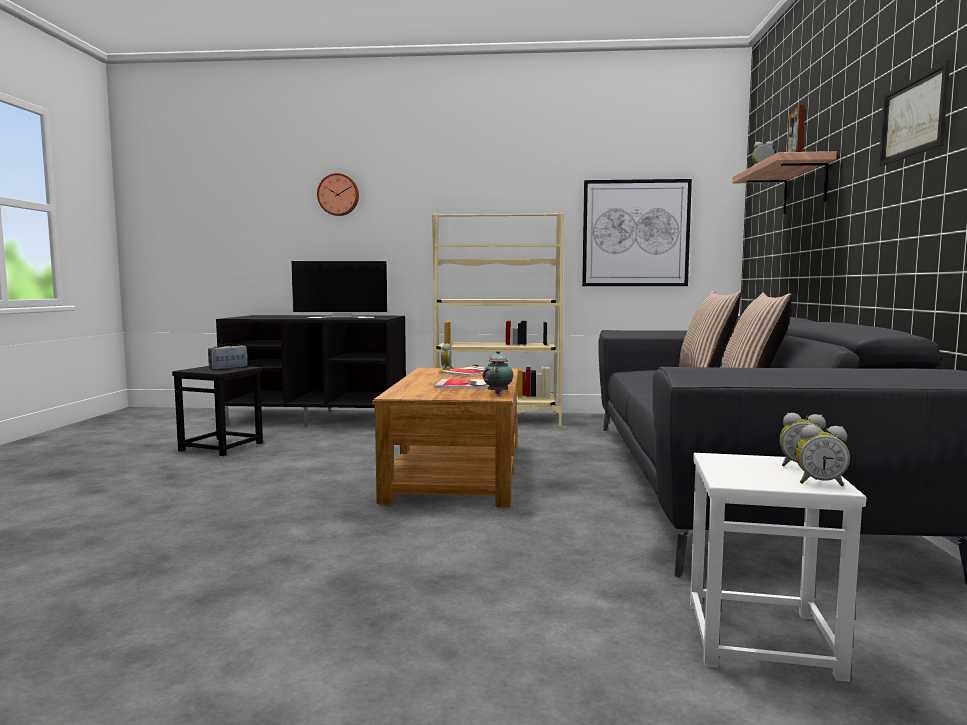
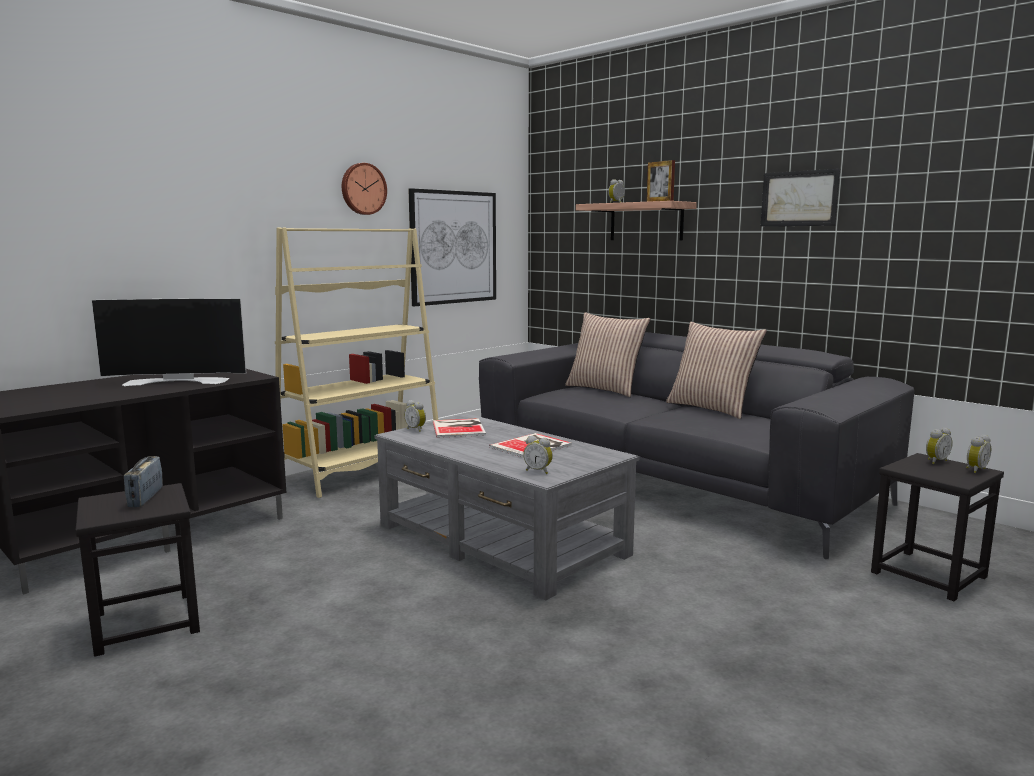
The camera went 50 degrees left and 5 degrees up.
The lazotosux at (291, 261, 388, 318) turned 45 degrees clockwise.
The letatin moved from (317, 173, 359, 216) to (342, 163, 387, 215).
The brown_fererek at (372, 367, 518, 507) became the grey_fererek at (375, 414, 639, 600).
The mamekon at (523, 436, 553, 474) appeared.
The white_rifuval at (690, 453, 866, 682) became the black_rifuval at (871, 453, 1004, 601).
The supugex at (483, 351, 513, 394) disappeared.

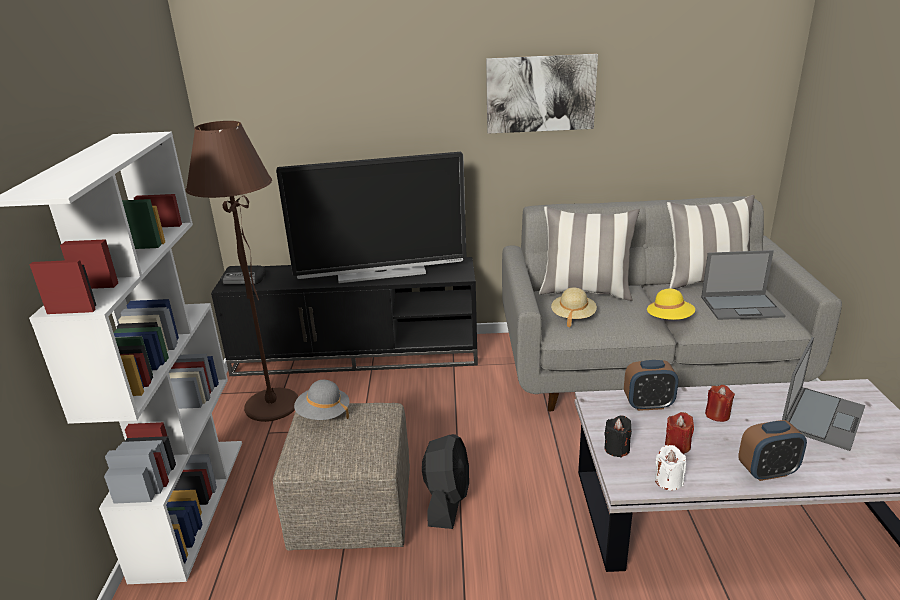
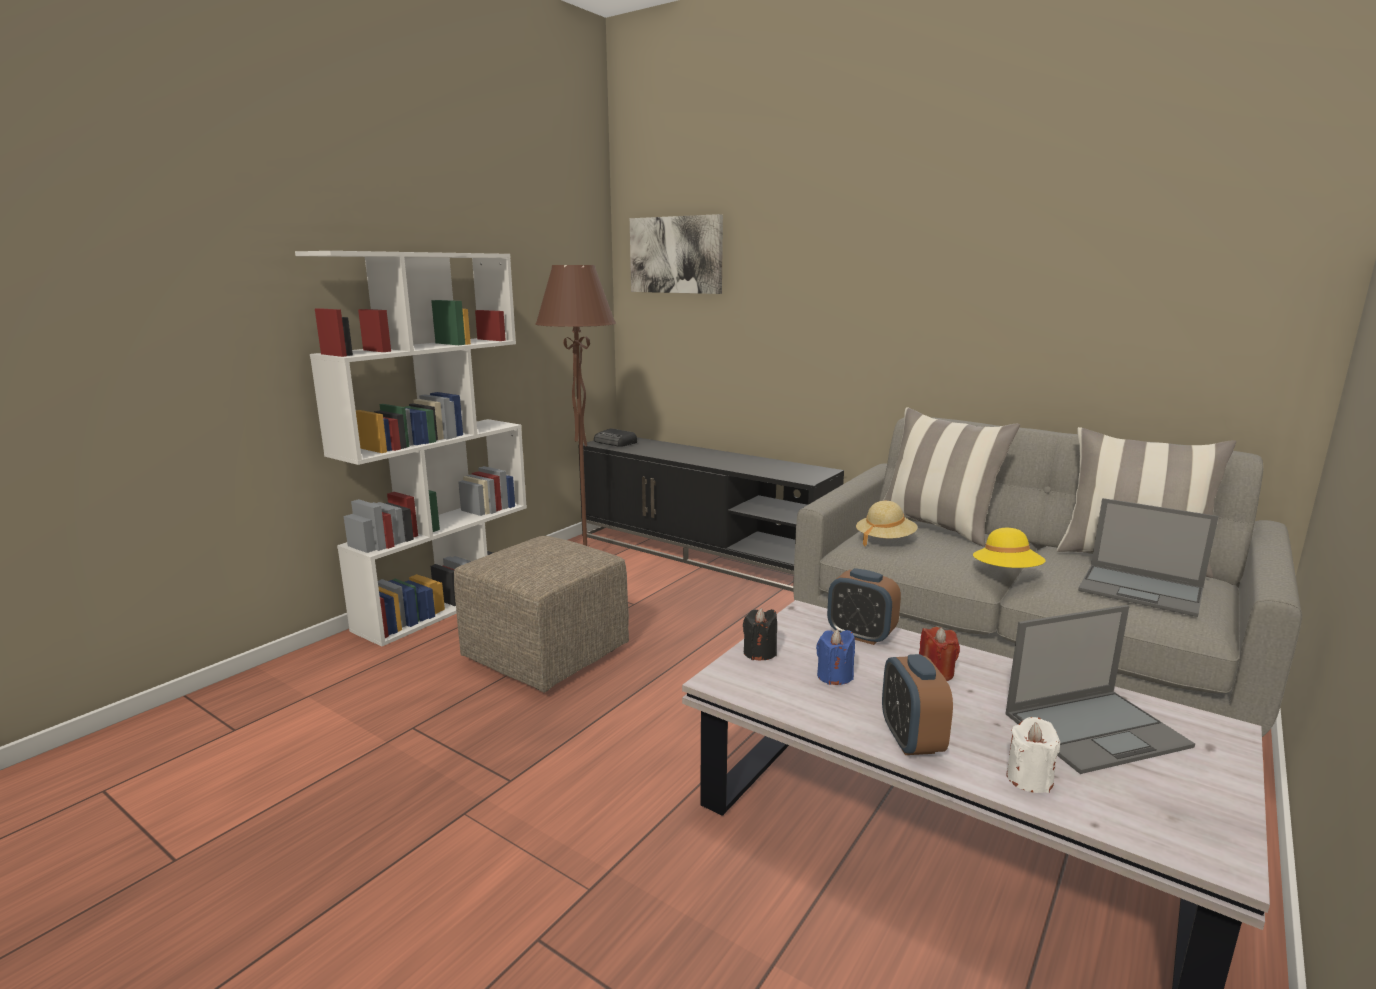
The camera went 35 degrees right and 10 degrees down.
The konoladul moved from (486, 54, 598, 134) to (630, 214, 723, 294).
The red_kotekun at (665, 412, 694, 454) became the blue_kotekun at (816, 629, 855, 685).
The mamekon at (738, 420, 807, 481) turned 60 degrees clockwise.
The white_kotekun moved from (655, 445, 686, 490) to (1006, 717, 1060, 793).
The lazotosux at (276, 152, 467, 283) disappeared.
The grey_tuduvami at (294, 380, 349, 420) disappeared.
The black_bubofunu at (422, 434, 469, 529) disappeared.

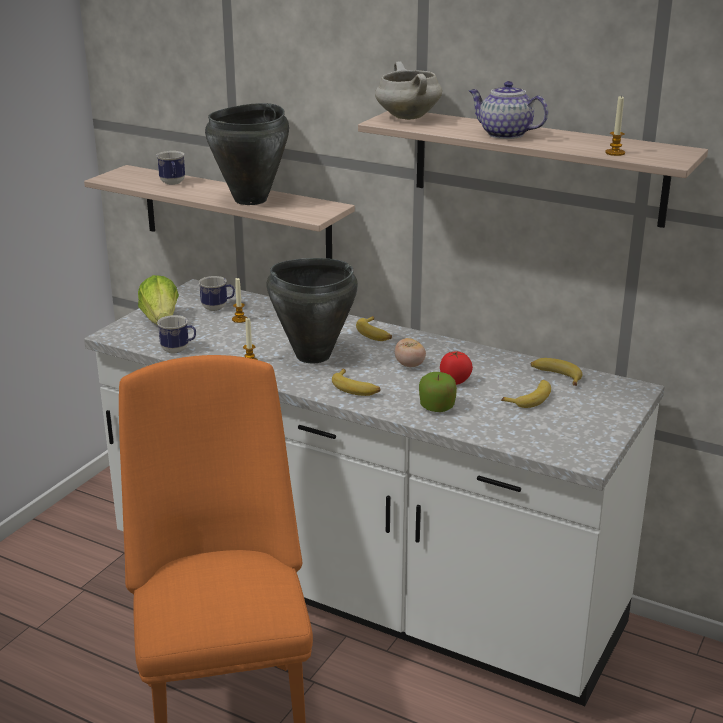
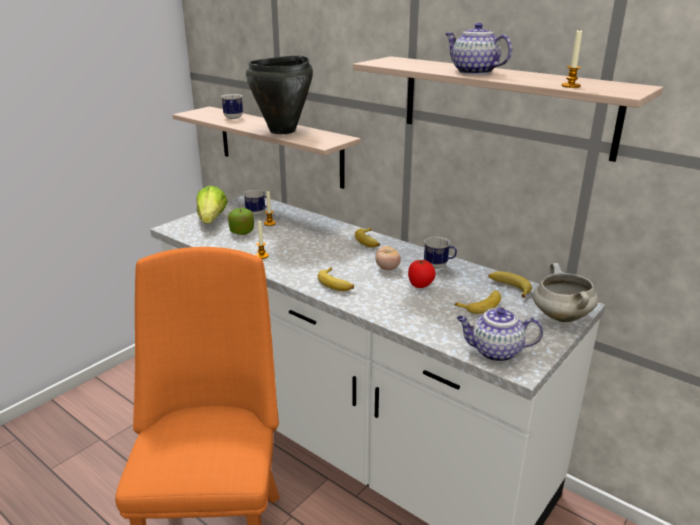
The camera went 10 degrees right and 0 degrees up.
The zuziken moved from (419, 372, 457, 412) to (228, 208, 254, 235).
The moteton moved from (157, 315, 196, 353) to (424, 237, 457, 269).
The supugex at (457, 307, 543, 362) appeared.
The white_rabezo moved from (375, 61, 442, 120) to (533, 263, 598, 322).
The black_rabezo at (267, 258, 358, 363) disappeared.

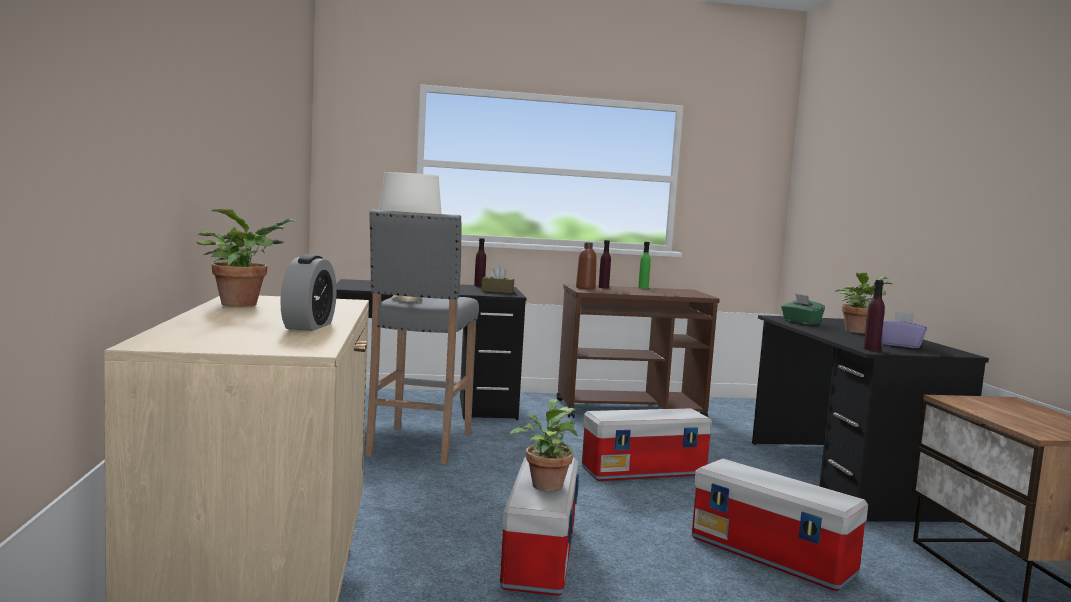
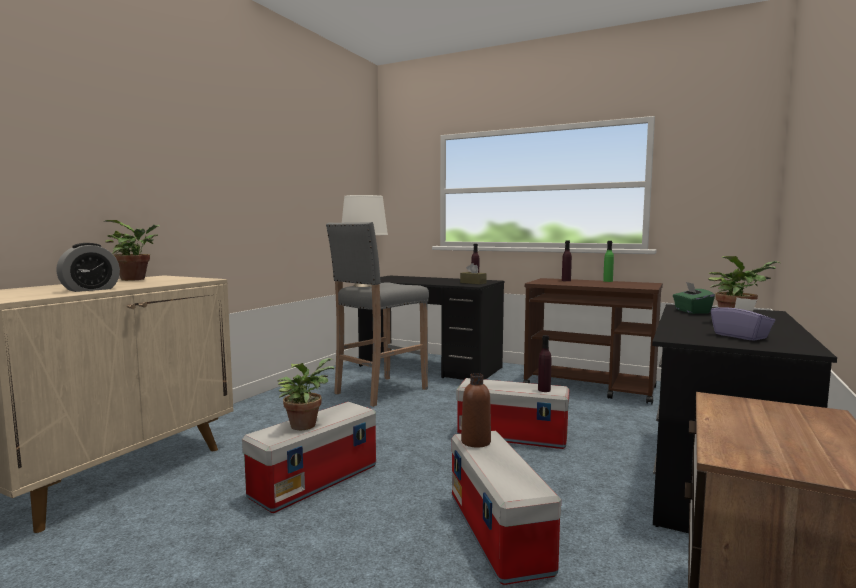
The camera went 35 degrees right and 0 degrees up.
The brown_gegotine moved from (576, 242, 597, 289) to (461, 373, 491, 448).
The purple_gegotine moved from (863, 280, 885, 351) to (538, 335, 551, 392).

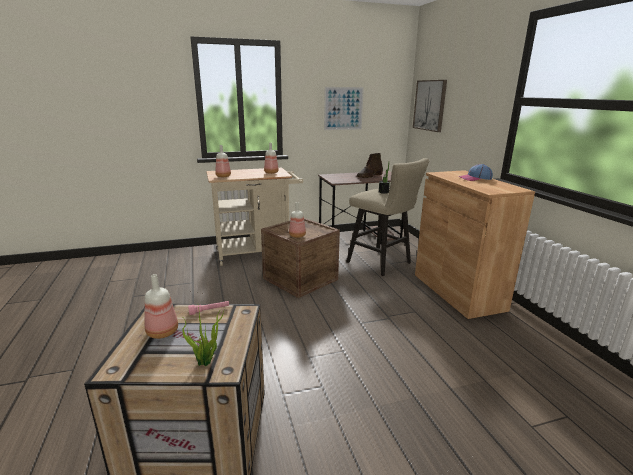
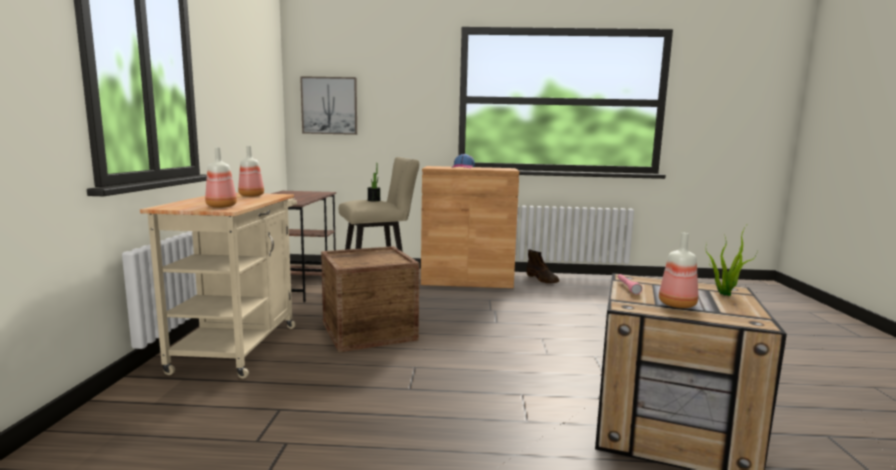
The camera went 70 degrees left and 10 degrees down.
The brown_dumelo moved from (357, 153, 383, 178) to (526, 249, 559, 283).
The gegotine at (289, 203, 306, 238) disappeared.
The konoladul at (324, 87, 364, 130) disappeared.

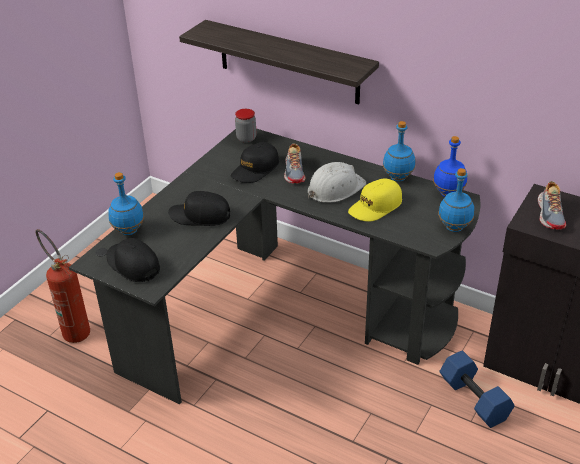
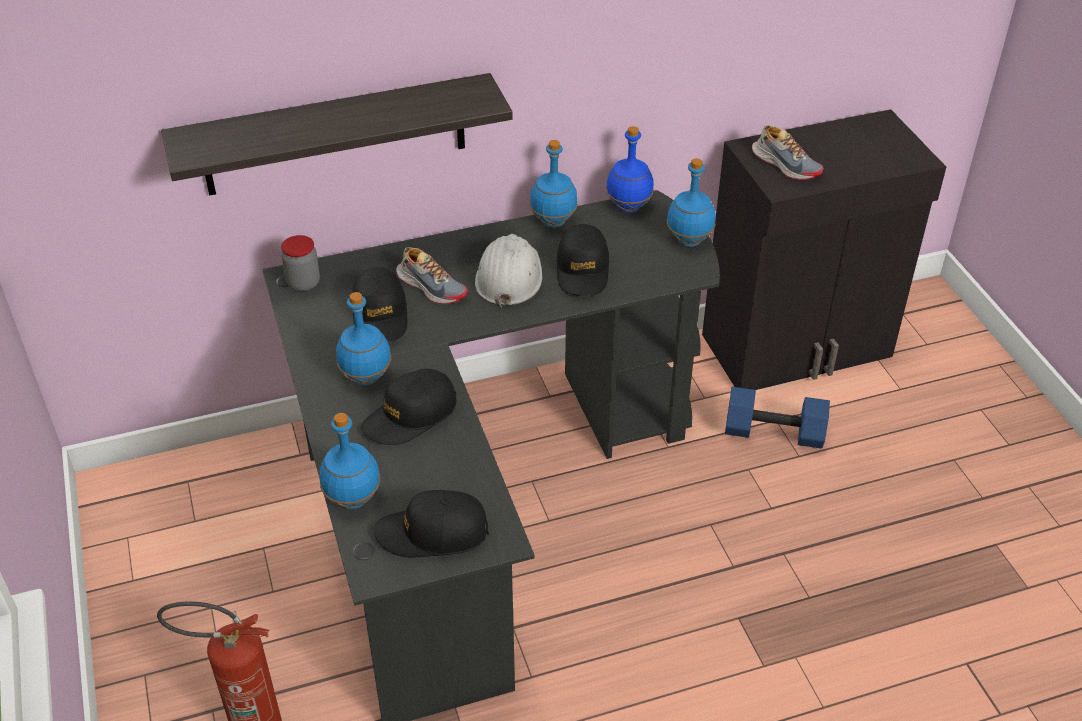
The camera went 50 degrees left and 5 degrees up.
The blue_gegotine at (336, 292, 391, 385) appeared.
The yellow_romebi at (348, 179, 402, 221) became the black_romebi at (556, 224, 609, 296).

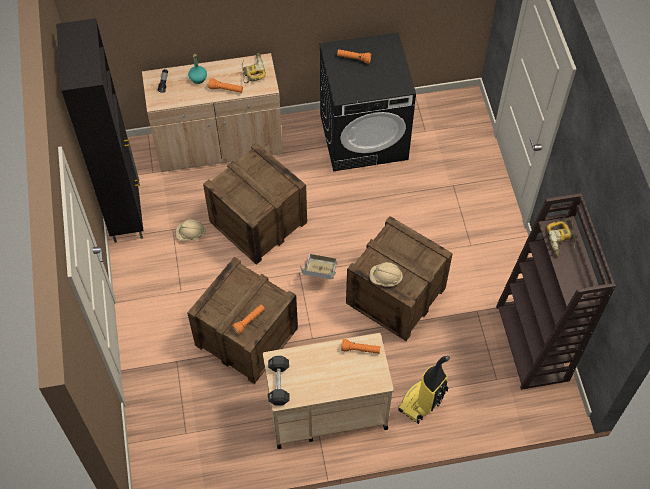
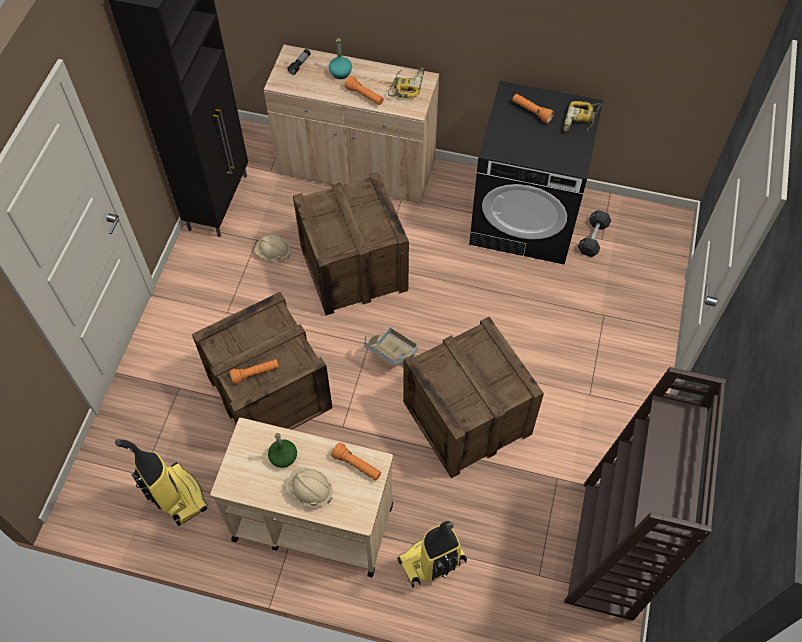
The camera went 25 degrees right and 0 degrees up.
The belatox at (115, 439, 208, 526) appeared.
The green_gegotine at (268, 433, 297, 468) appeared.
The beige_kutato moved from (370, 262, 403, 287) to (285, 467, 333, 507).
The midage moved from (547, 218, 576, 256) to (563, 101, 601, 132).
The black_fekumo moved from (268, 356, 290, 406) to (578, 210, 611, 257).

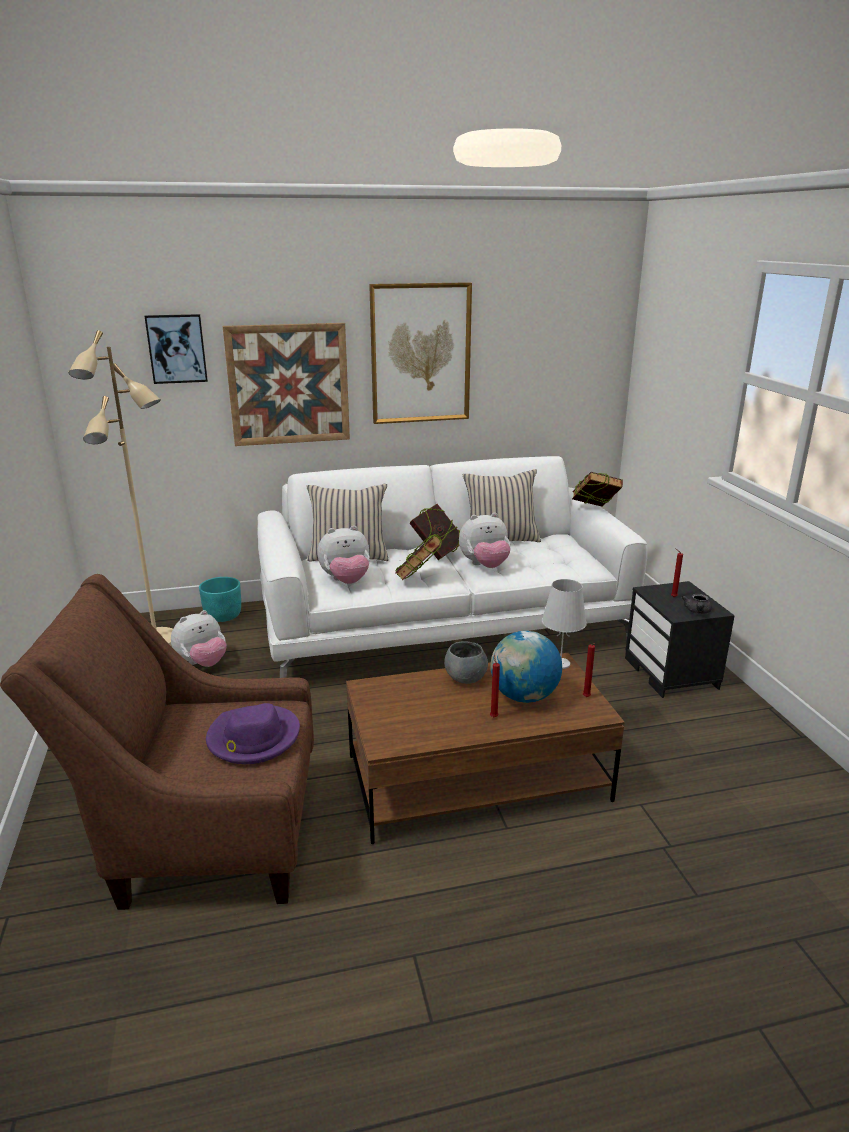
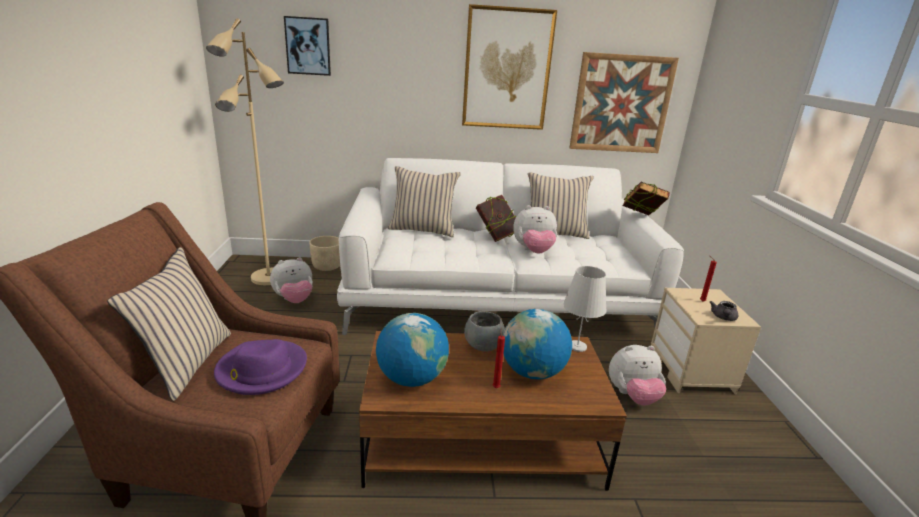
The camera went 10 degrees right and 0 degrees up.
The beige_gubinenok at (107, 247, 231, 401) appeared.
The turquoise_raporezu at (199, 577, 241, 622) became the beige_raporezu at (309, 236, 340, 271).
The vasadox at (376, 313, 449, 387) appeared.
The konoladul moved from (223, 323, 350, 446) to (569, 52, 679, 153).
The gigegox moved from (317, 526, 370, 584) to (609, 345, 666, 406).
The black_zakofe at (625, 581, 735, 698) became the beige_zakofe at (651, 288, 761, 395).
The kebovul at (395, 533, 442, 580) disappeared.
The red_kotekun at (583, 643, 595, 697) disappeared.

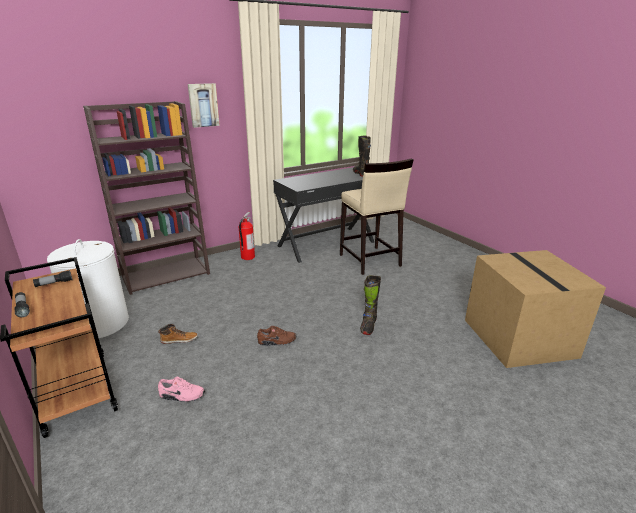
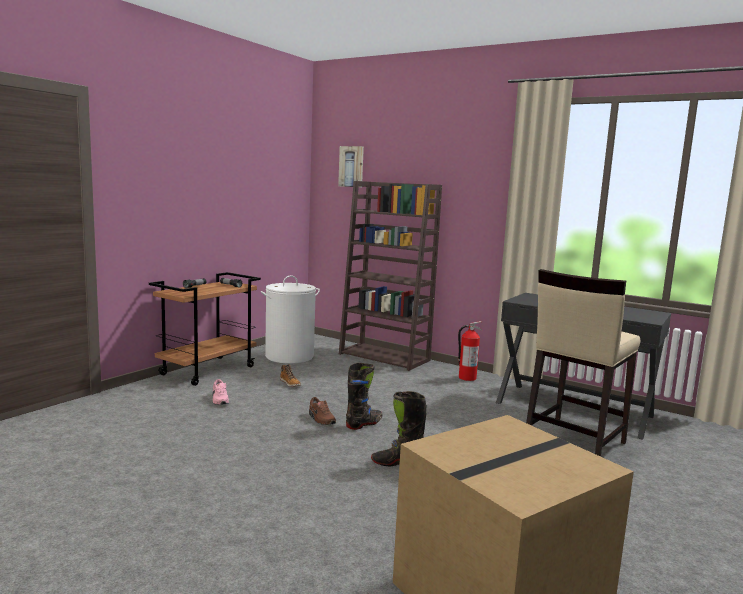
The camera went 65 degrees right and 15 degrees down.
The konoladul moved from (188, 83, 220, 128) to (338, 146, 364, 187).
The black_dumelo moved from (353, 136, 371, 176) to (346, 363, 383, 430).

